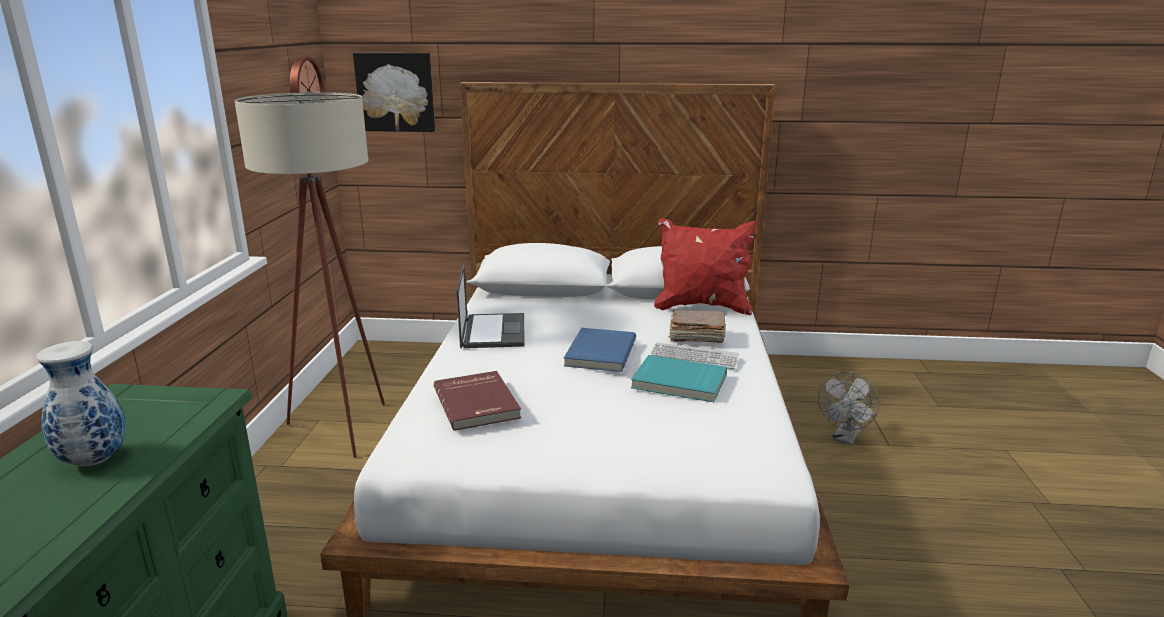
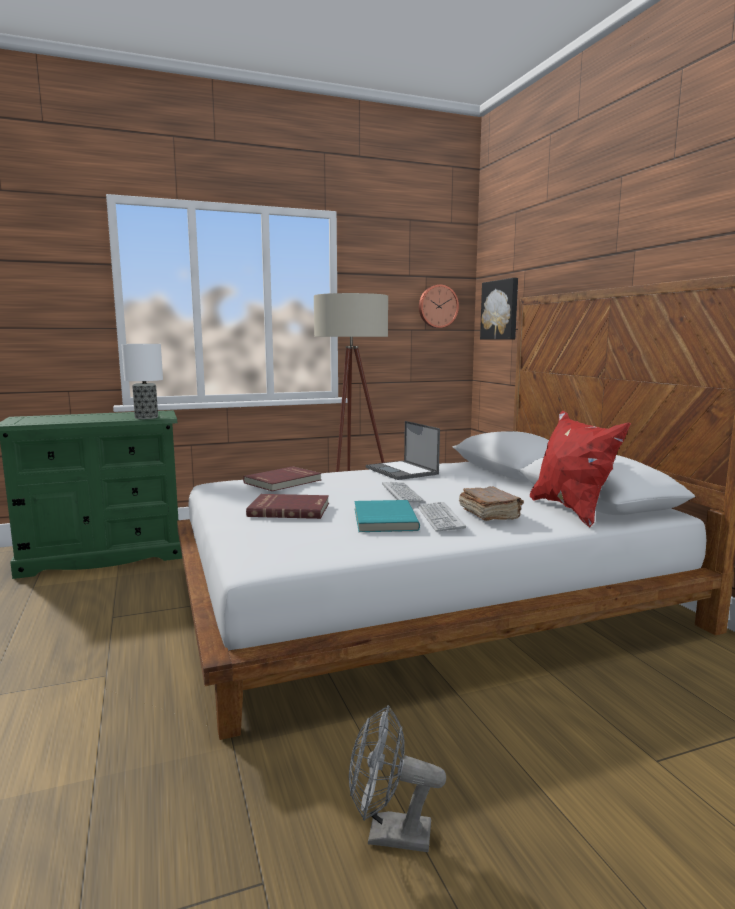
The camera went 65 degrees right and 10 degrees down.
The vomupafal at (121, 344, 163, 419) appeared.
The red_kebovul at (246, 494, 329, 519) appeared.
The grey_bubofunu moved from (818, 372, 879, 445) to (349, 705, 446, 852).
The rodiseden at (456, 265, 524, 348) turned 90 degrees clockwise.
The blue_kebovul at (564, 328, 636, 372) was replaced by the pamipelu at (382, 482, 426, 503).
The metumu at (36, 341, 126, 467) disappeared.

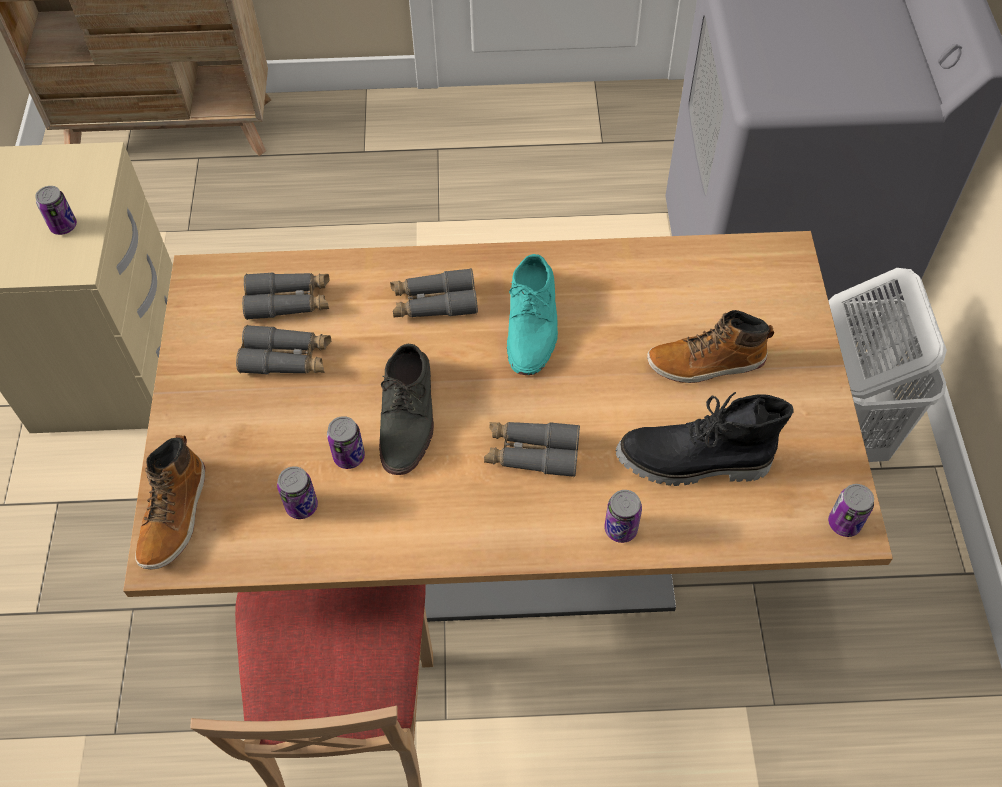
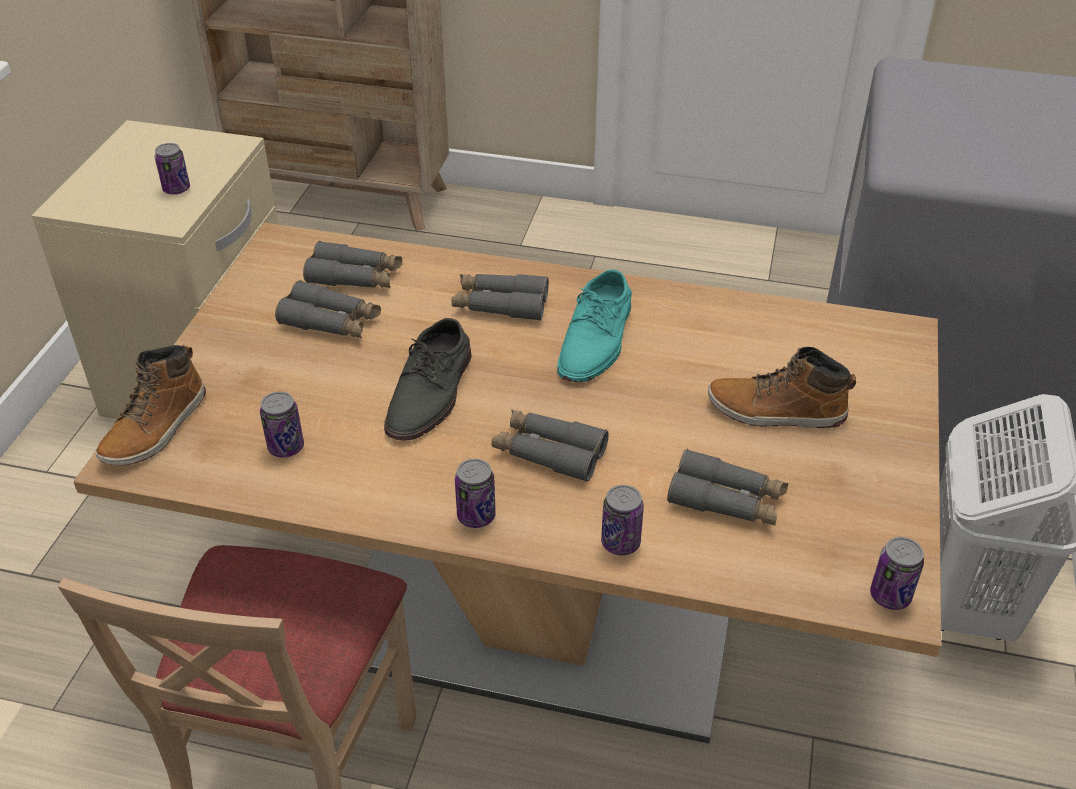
The camera went 15 degrees right and 15 degrees down.
The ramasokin moved from (327, 416, 365, 469) to (455, 459, 496, 528).
The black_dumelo at (616, 392, 793, 486) was replaced by the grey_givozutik at (667, 449, 788, 525).

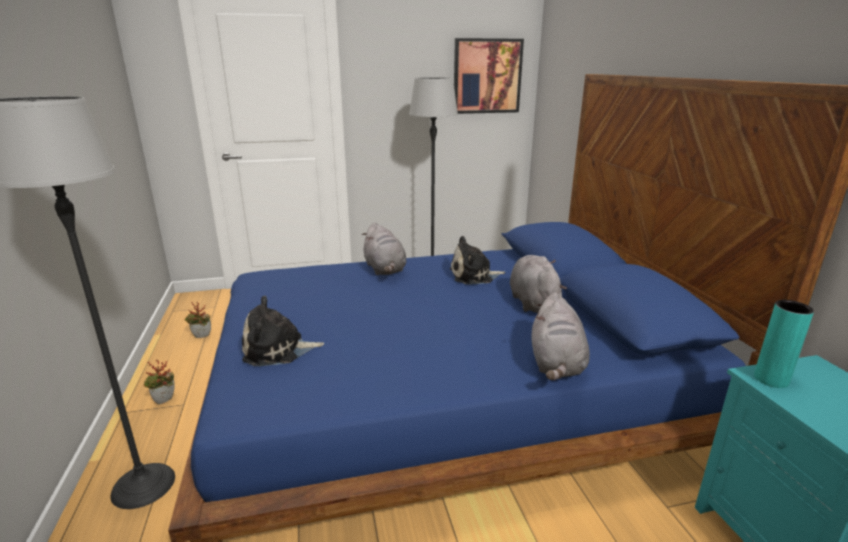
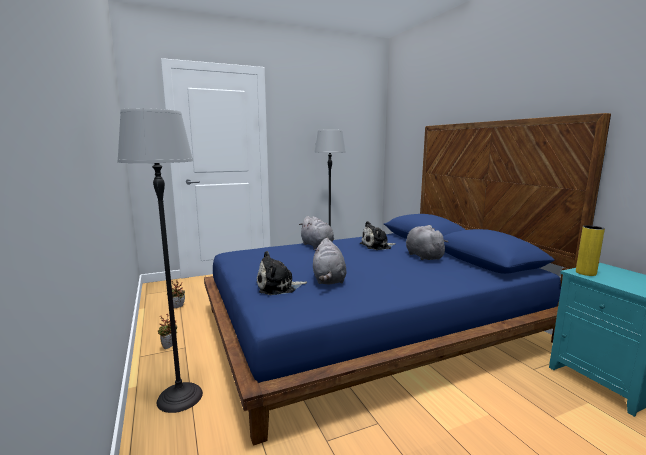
The camera went 10 degrees left and 10 degrees down.
The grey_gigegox moved from (532, 293, 590, 380) to (313, 238, 346, 284).
The turquoise_metumu at (754, 300, 814, 388) became the yellow_metumu at (576, 225, 605, 276).
The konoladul at (454, 38, 524, 114) disappeared.

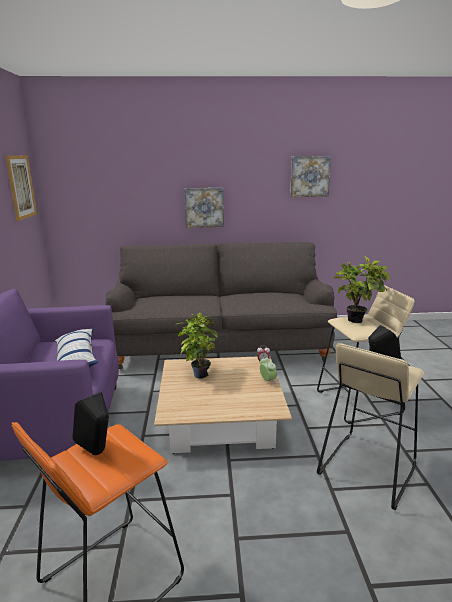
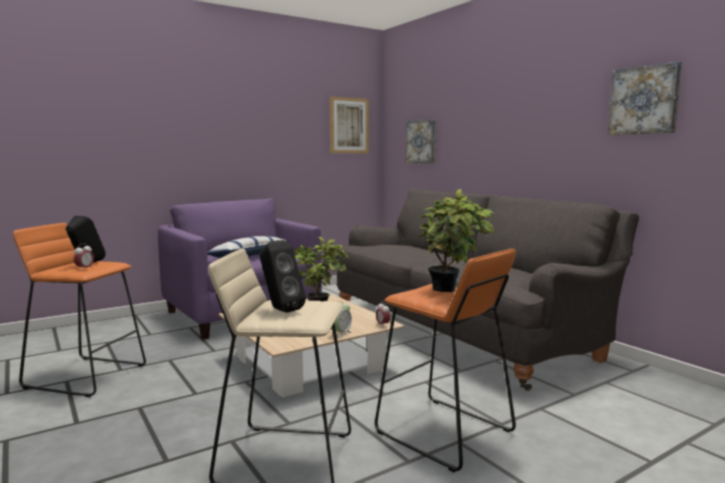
The camera went 60 degrees right and 10 degrees down.
The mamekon at (74, 243, 94, 271) appeared.
The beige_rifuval at (317, 285, 415, 424) became the orange_rifuval at (375, 249, 516, 472).
The konoladul moved from (184, 188, 224, 228) to (406, 119, 436, 163).

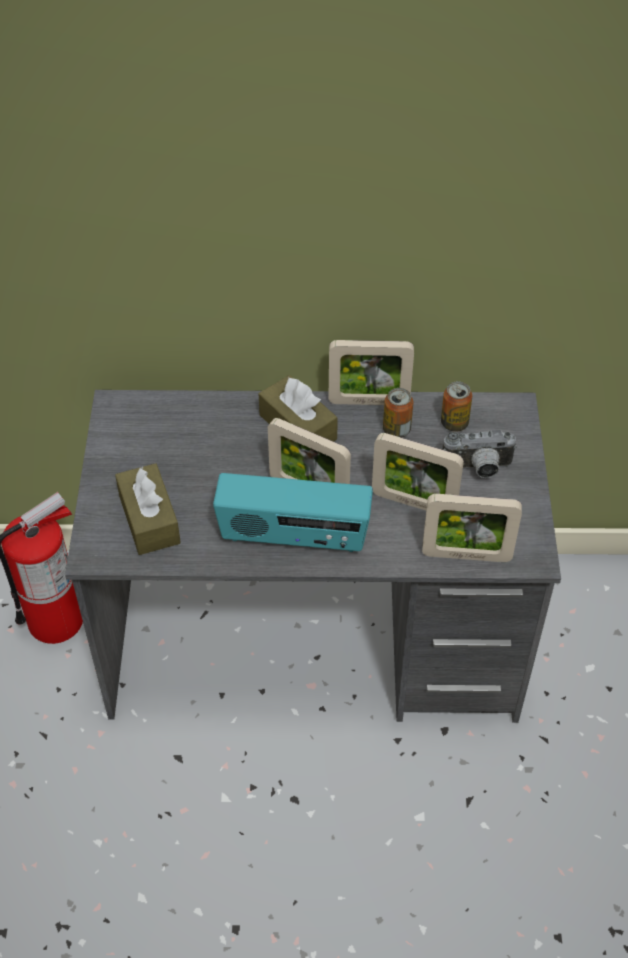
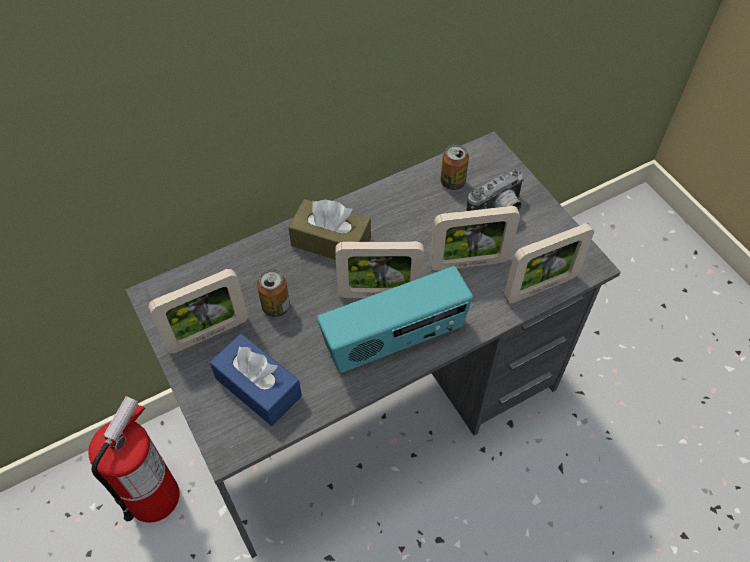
The camera went 30 degrees left and 5 degrees up.
The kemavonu moved from (328, 340, 414, 405) to (148, 269, 248, 353).
The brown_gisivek at (115, 463, 181, 555) became the blue_gisivek at (210, 334, 302, 426).
The ramasokin moved from (383, 388, 413, 438) to (257, 269, 290, 317).

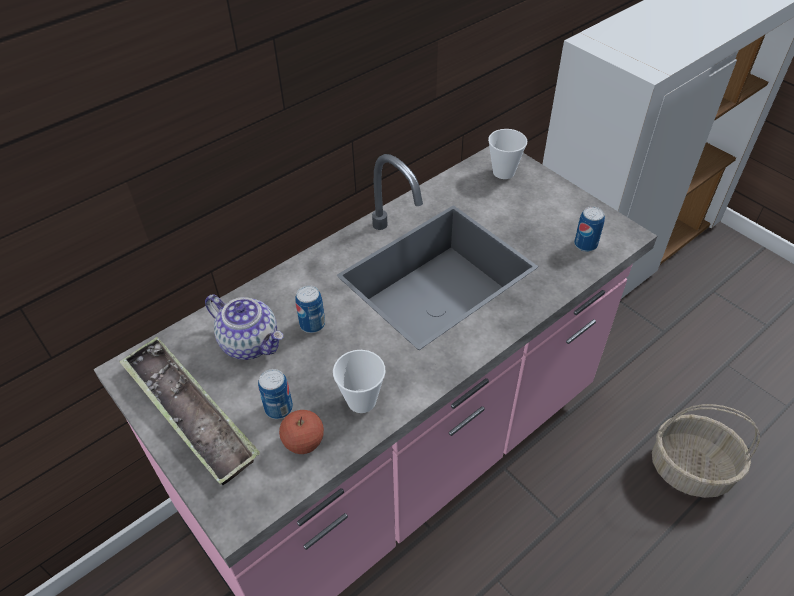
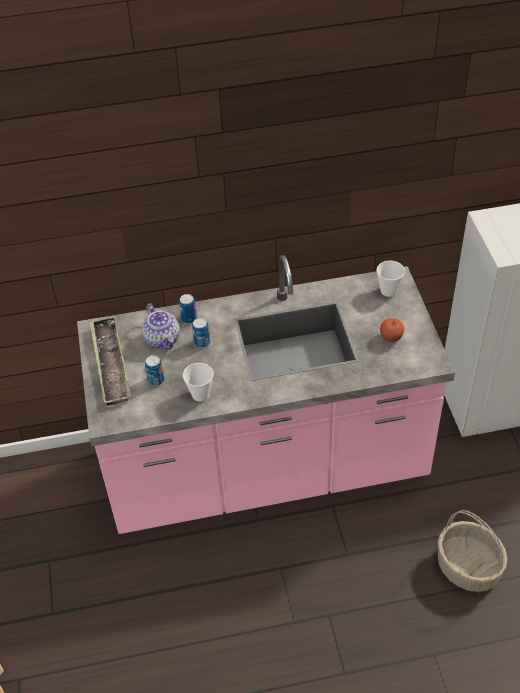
The camera went 30 degrees right and 0 degrees up.
The ramasokin moved from (574, 206, 605, 252) to (179, 294, 197, 324).
The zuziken moved from (279, 410, 324, 454) to (380, 318, 404, 342).

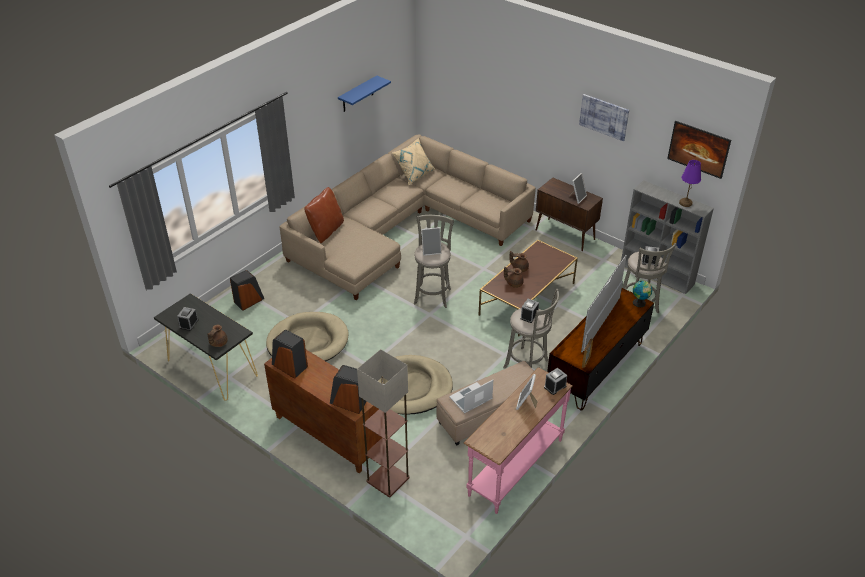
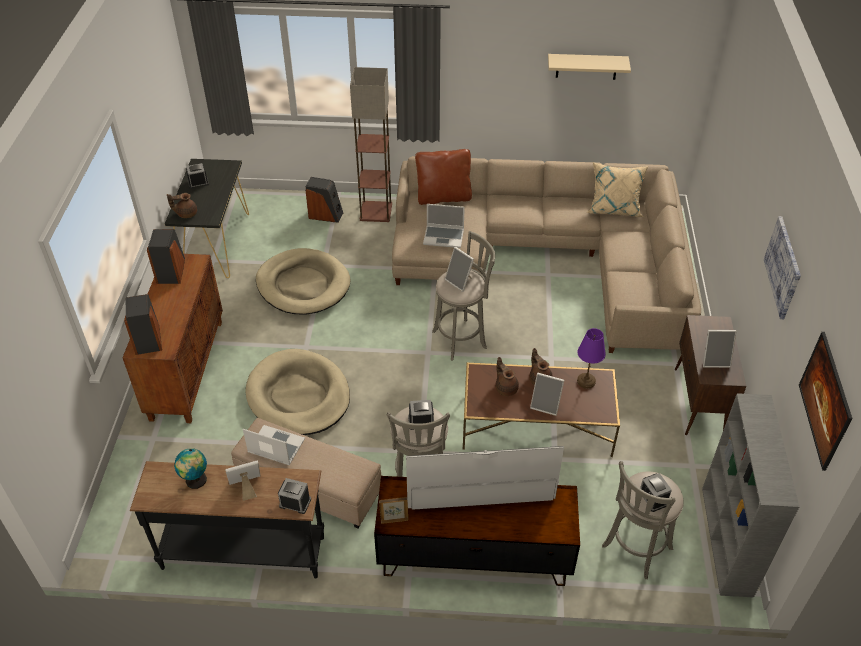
The camera went 55 degrees right and 5 degrees up.
The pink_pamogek at (463, 367, 573, 514) became the black_pamogek at (130, 461, 324, 579).
The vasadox moved from (633, 280, 652, 307) to (174, 448, 207, 489).
The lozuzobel moved from (357, 349, 410, 497) to (350, 67, 392, 222).
The rodiseden at (423, 204, 465, 248) appeared.
The kemavonu at (530, 373, 564, 416) appeared.
The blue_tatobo at (338, 76, 391, 112) became the beige_tatobo at (548, 54, 631, 80).
The purple_vomupafal moved from (679, 160, 701, 207) to (577, 328, 606, 389).

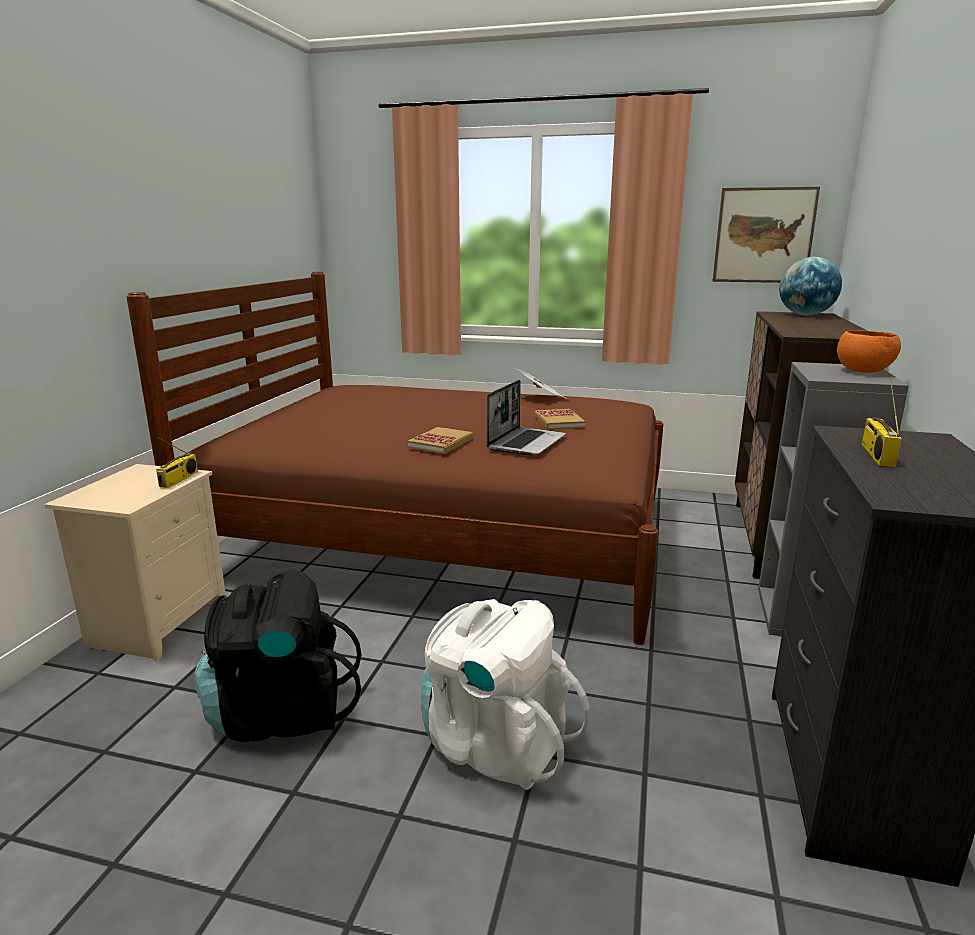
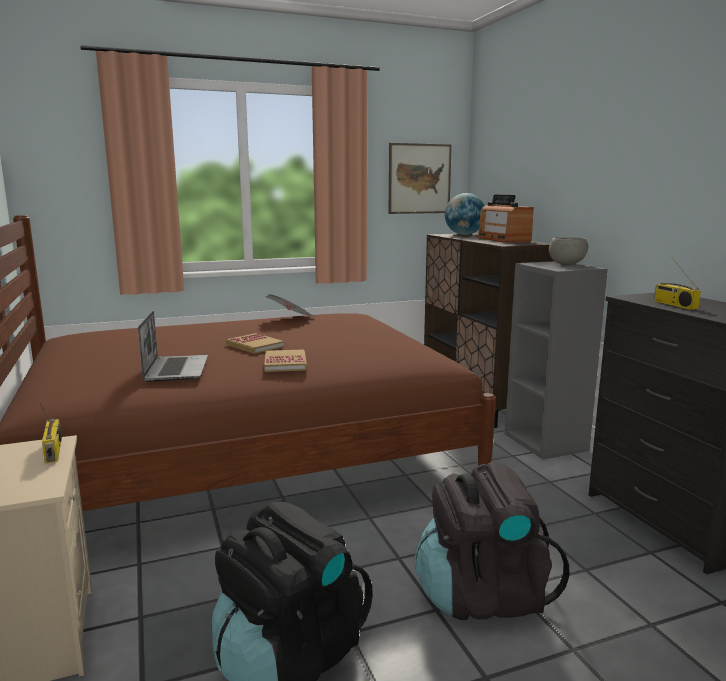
The camera went 35 degrees left and 5 degrees down.
The rodiseden moved from (487, 380, 566, 456) to (138, 311, 208, 382).
The kebovul moved from (534, 409, 585, 430) to (226, 333, 284, 354).
The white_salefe at (421, 599, 590, 790) became the black_salefe at (415, 462, 569, 620).
The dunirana at (477, 195, 534, 243) appeared.
The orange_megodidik at (837, 330, 901, 373) became the grey_megodidik at (549, 237, 588, 265).

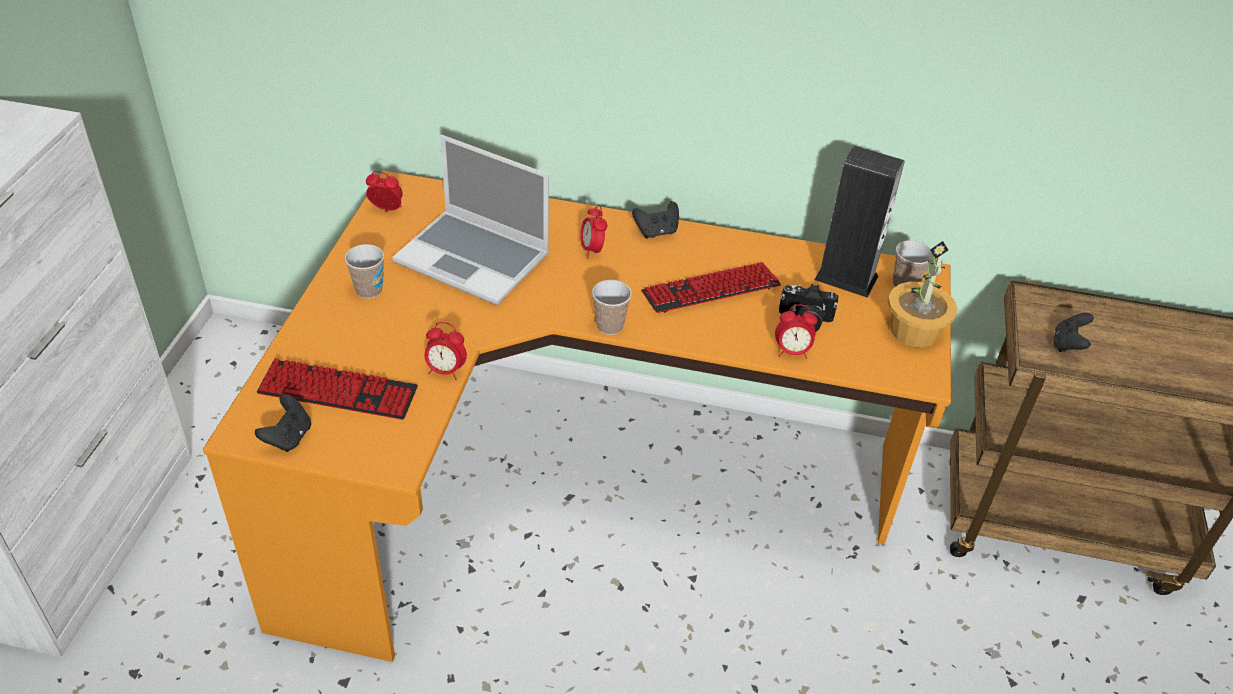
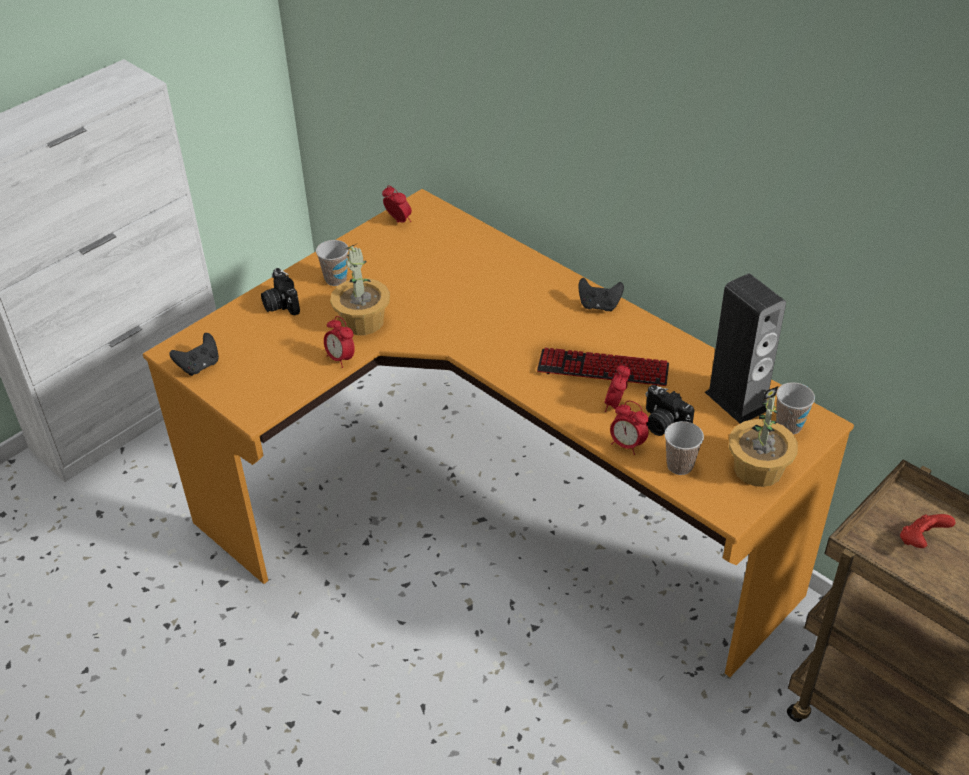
The camera went 35 degrees right and 0 degrees up.
The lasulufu at (261, 268, 300, 316) appeared.
The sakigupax at (330, 243, 390, 335) appeared.
The mamekon moved from (580, 205, 607, 259) to (604, 364, 631, 412).
The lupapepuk moved from (592, 280, 632, 335) to (664, 421, 704, 475).
The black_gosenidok at (1053, 313, 1094, 352) became the red_gosenidok at (900, 514, 956, 548).
The pamipelu at (257, 358, 418, 420) disappeared.
The rodiseden at (392, 135, 549, 305) disappeared.

